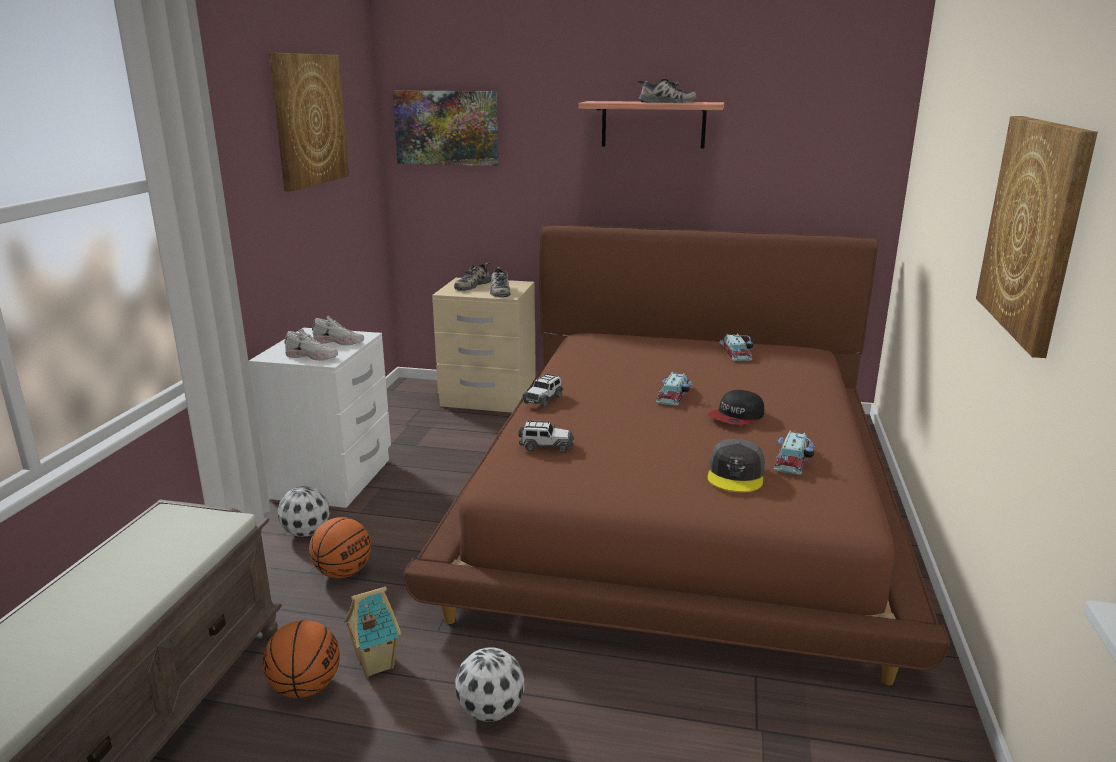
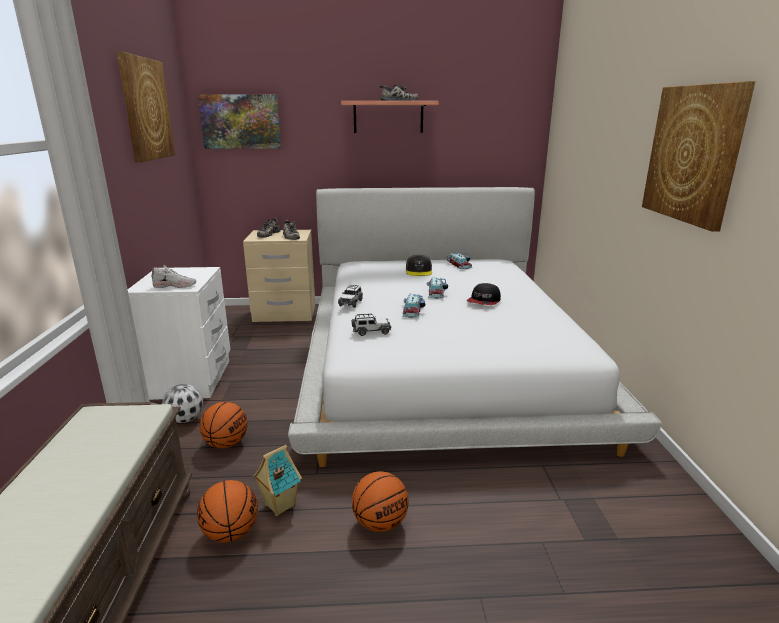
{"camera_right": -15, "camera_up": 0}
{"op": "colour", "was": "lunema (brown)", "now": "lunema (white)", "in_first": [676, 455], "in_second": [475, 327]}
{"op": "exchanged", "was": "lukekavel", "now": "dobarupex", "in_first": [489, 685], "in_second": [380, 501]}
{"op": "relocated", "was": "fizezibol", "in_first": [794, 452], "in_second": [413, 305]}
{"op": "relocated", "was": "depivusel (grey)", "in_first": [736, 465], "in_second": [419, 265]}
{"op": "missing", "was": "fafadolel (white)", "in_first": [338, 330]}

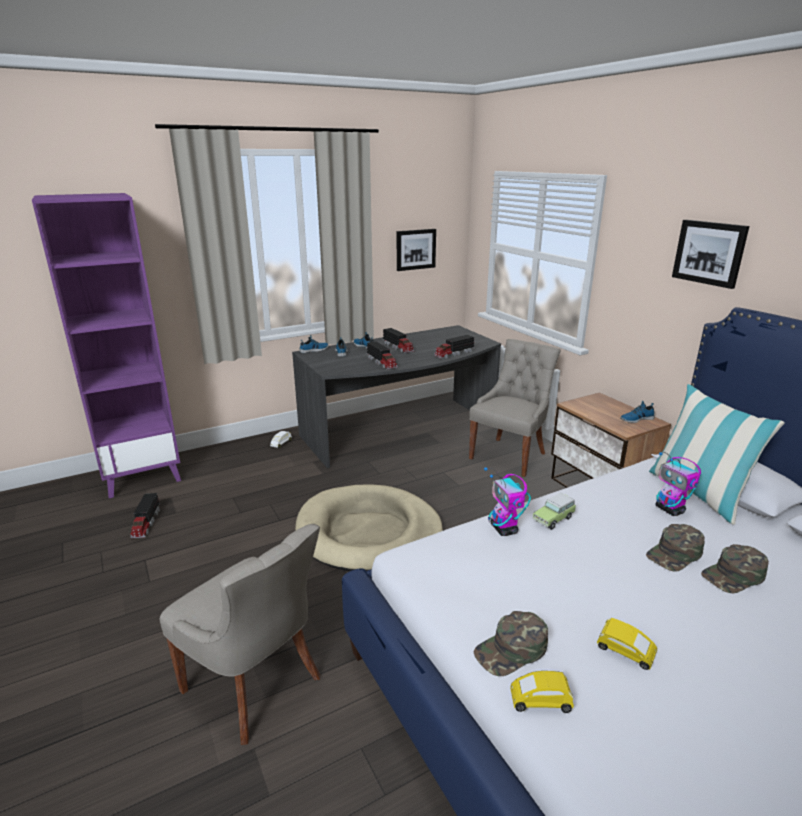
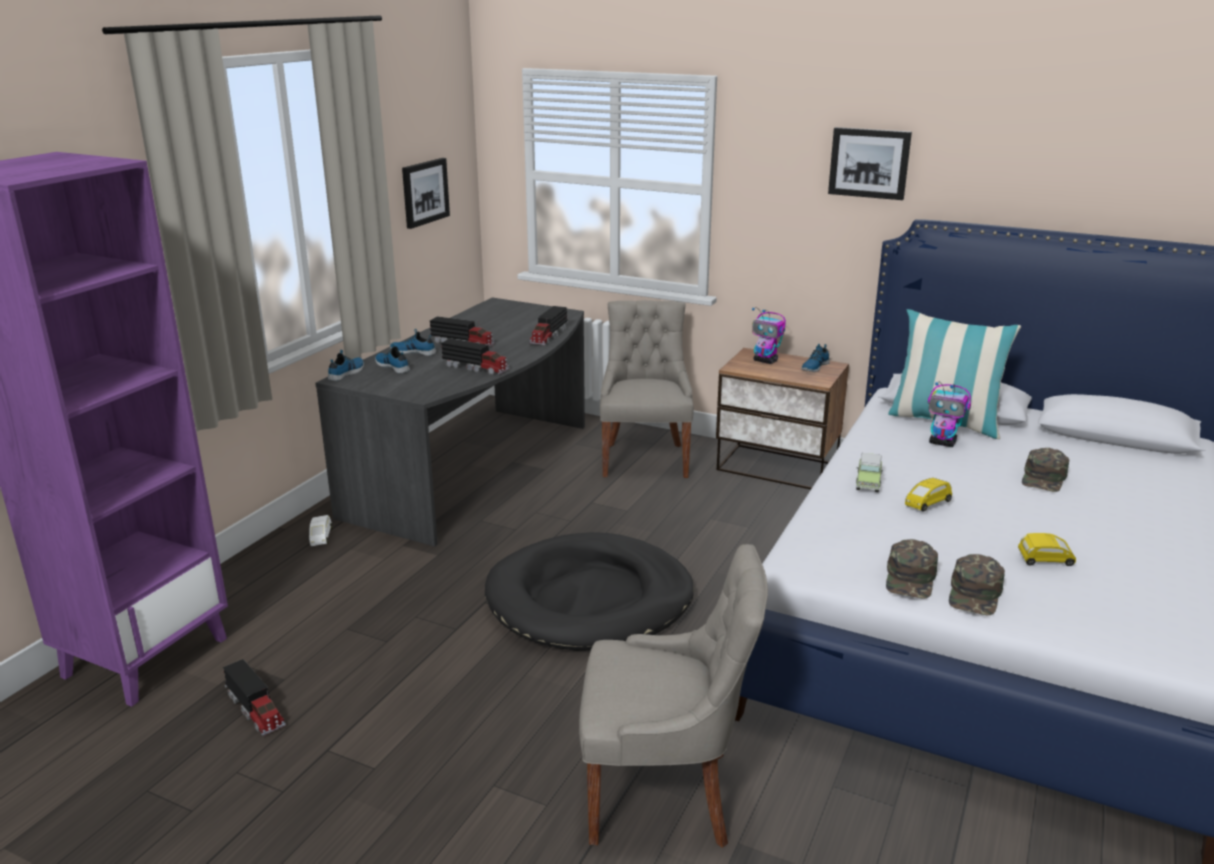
{"camera_right": -35, "camera_up": 0}
{"op": "colour", "was": "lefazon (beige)", "now": "lefazon (black)", "in_first": [369, 527], "in_second": [589, 591]}
{"op": "relocated", "was": "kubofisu", "in_first": [507, 501], "in_second": [769, 335]}
{"op": "relocated", "was": "depivusel (green)", "in_first": [675, 547], "in_second": [912, 569]}
{"op": "relocated", "was": "fizezibol (yellow)", "in_first": [542, 692], "in_second": [928, 495]}

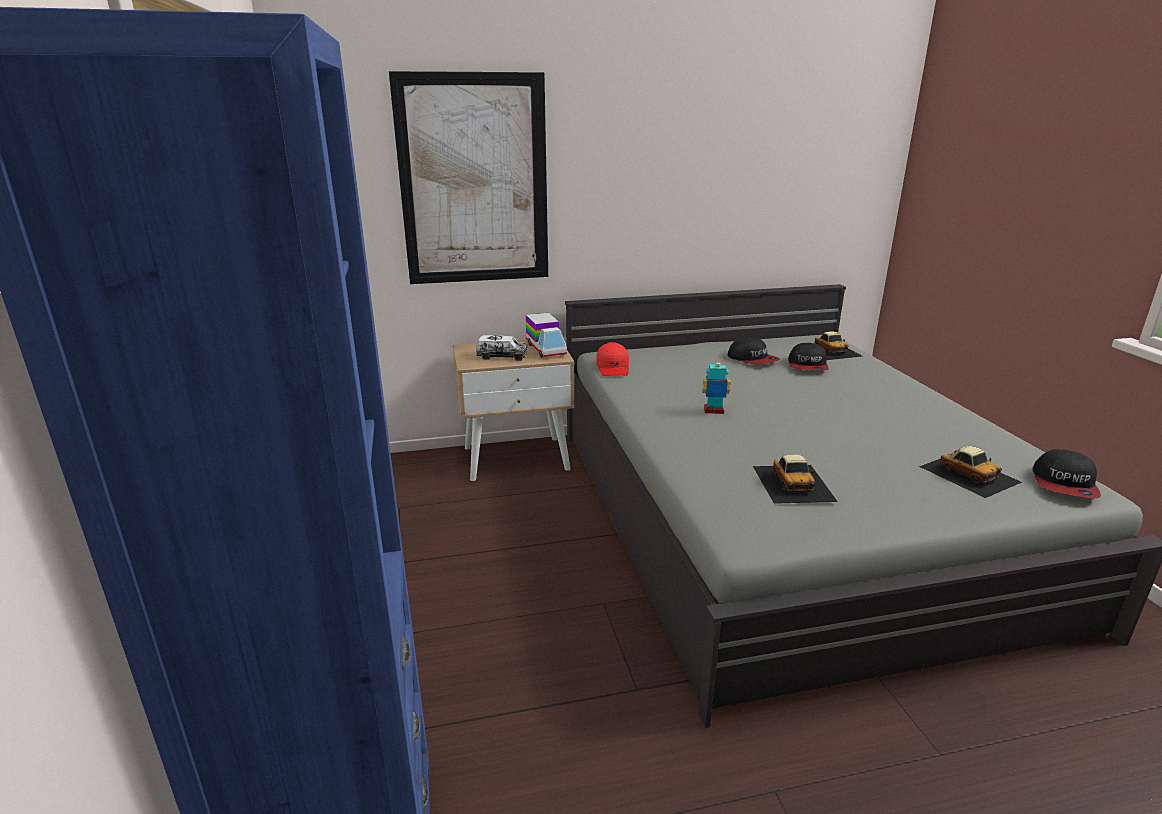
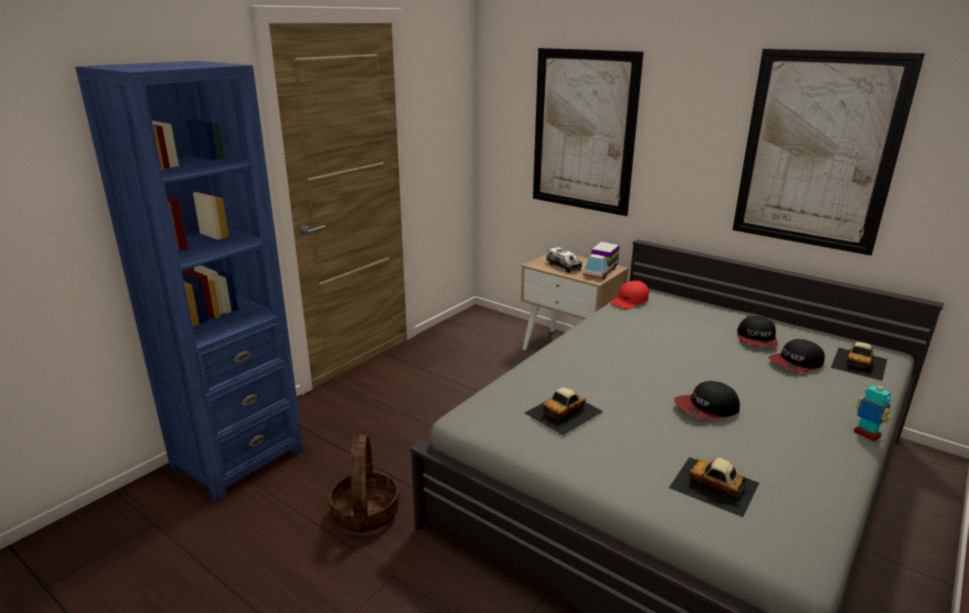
{"camera_right": 50, "camera_up": 0}
{"op": "appeared", "now": "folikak", "in_second": [364, 484]}
{"op": "spun", "was": "fizezibol", "in_first": [970, 472], "in_second": [714, 487], "clockwise": 105}
{"op": "relocated", "was": "depivusel", "in_first": [1067, 473], "in_second": [707, 400]}
{"op": "appeared", "now": "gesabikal", "in_second": [829, 152]}
{"op": "relocated", "was": "kubofisu", "in_first": [716, 385], "in_second": [872, 411]}

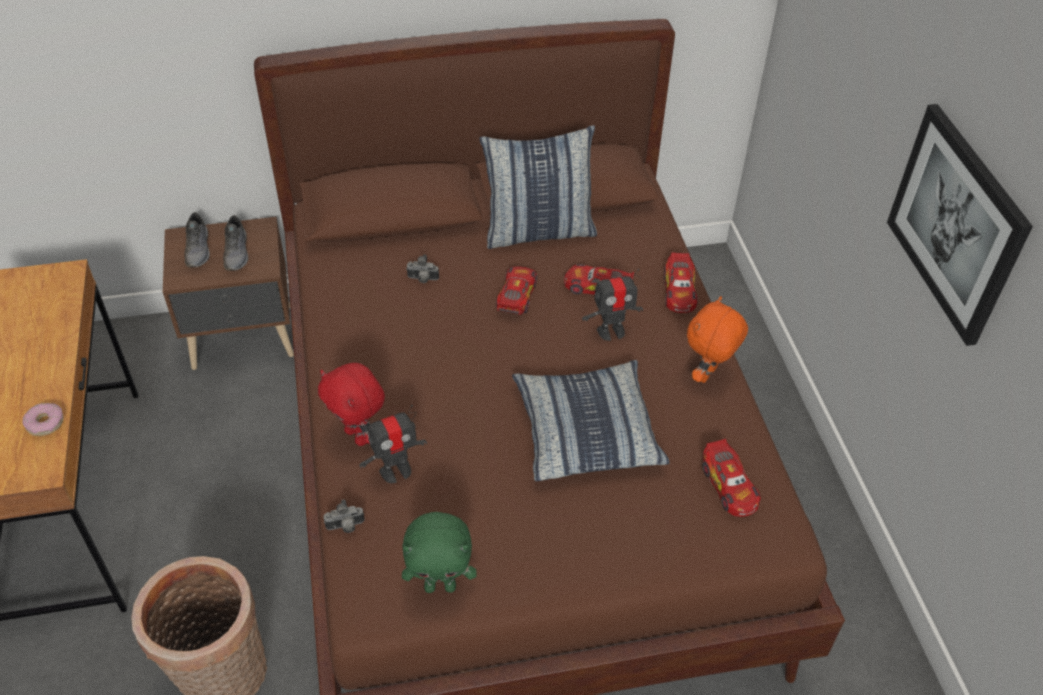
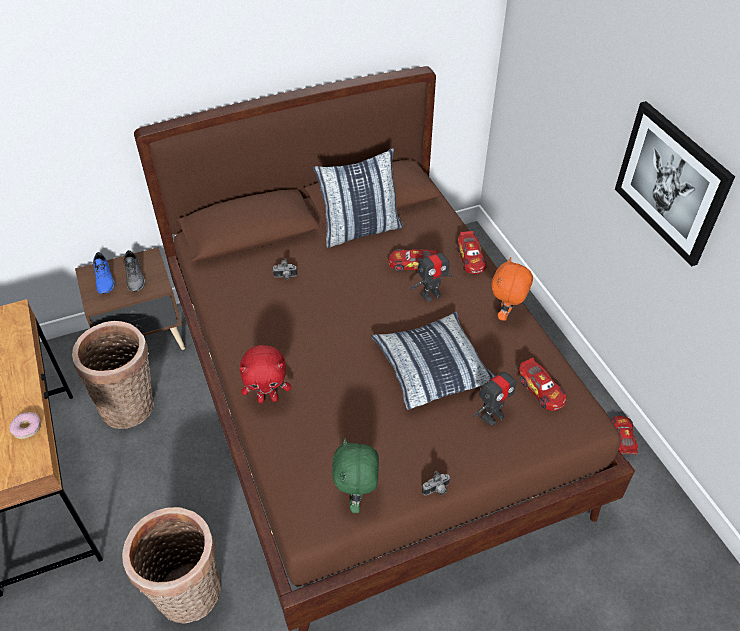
{"camera_right": -10, "camera_up": 0}
{"op": "appeared", "now": "folikak", "in_second": [113, 375]}
{"op": "colour", "was": "fafadolel (grey)", "now": "fafadolel (blue)", "in_first": [197, 240], "in_second": [104, 273]}
{"op": "spun", "was": "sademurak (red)", "in_first": [351, 404], "in_second": [265, 374], "clockwise": -45}
{"op": "spun", "was": "sademurak (green)", "in_first": [439, 552], "in_second": [355, 475], "clockwise": 105}
{"op": "relocated", "was": "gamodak", "in_first": [344, 516], "in_second": [436, 482]}
{"op": "relocated", "was": "kubofisu", "in_first": [393, 444], "in_second": [495, 395]}
{"op": "relocated", "was": "fizezibol", "in_first": [516, 290], "in_second": [624, 435]}

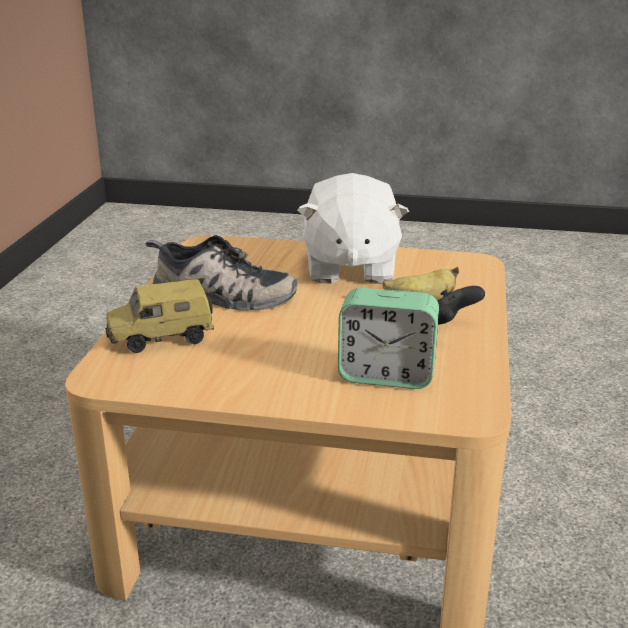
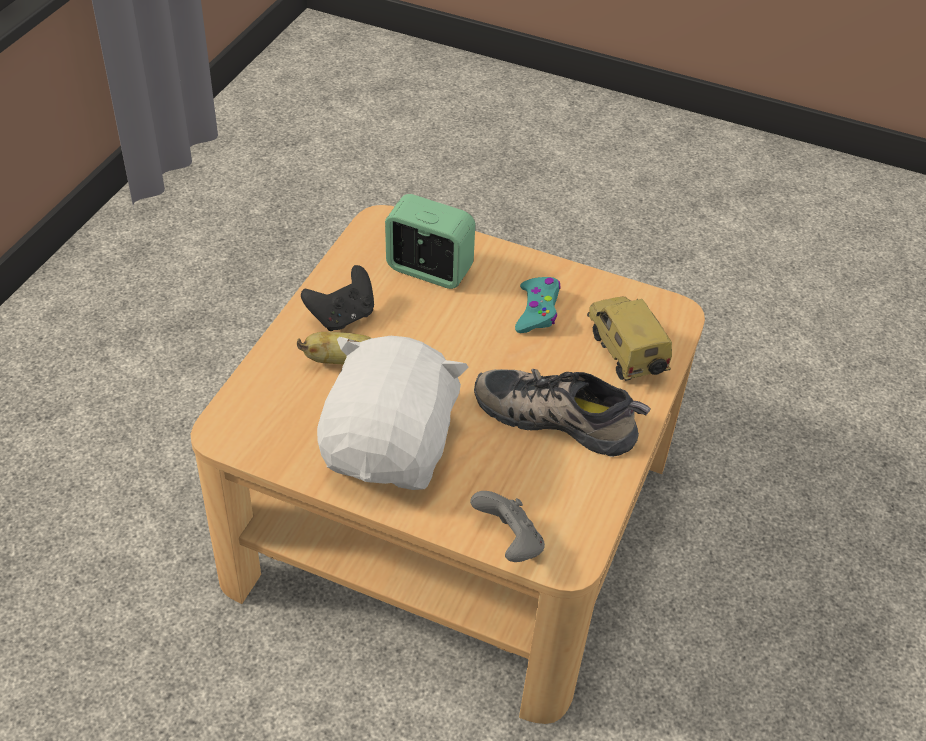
{"camera_right": -170, "camera_up": 20}
{"op": "appeared", "now": "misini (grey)", "in_second": [507, 526]}
{"op": "appeared", "now": "misini (turquoise)", "in_second": [538, 305]}
{"op": "spun", "was": "fizezibol", "in_first": [159, 316], "in_second": [629, 339], "clockwise": -105}

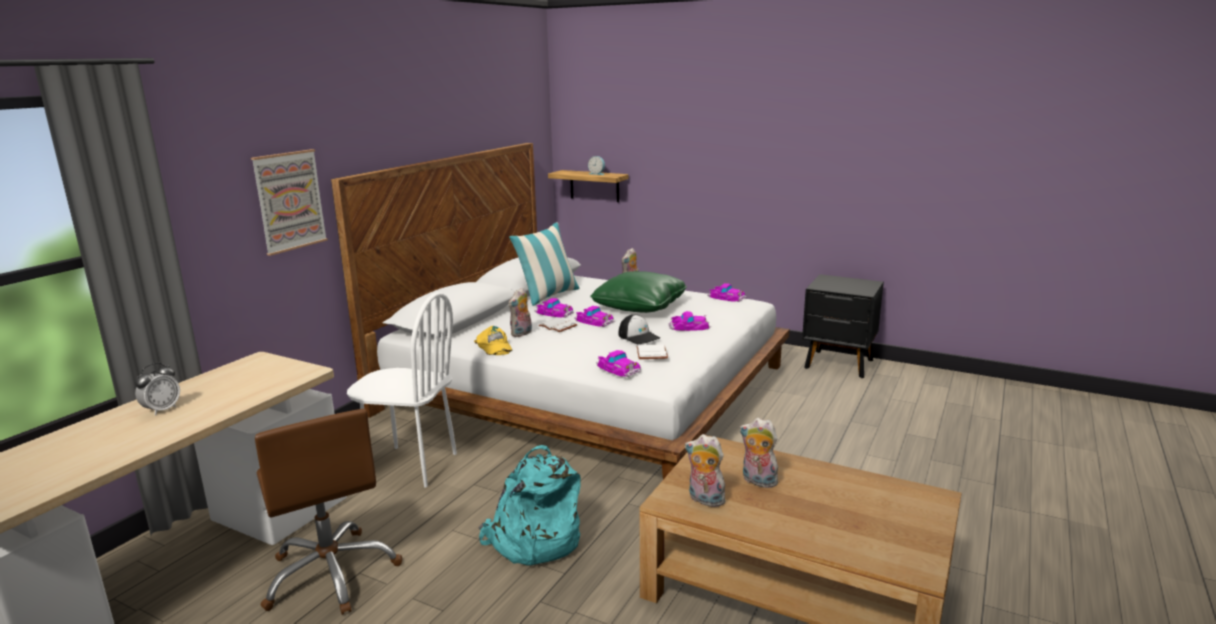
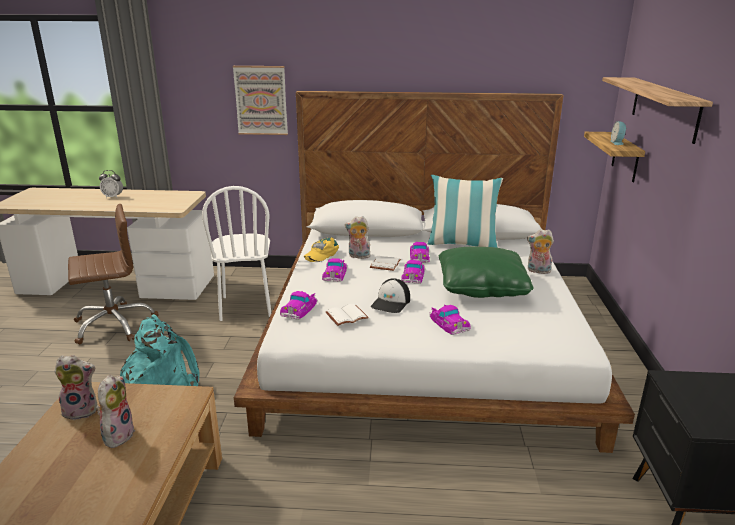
{"camera_right": 65, "camera_up": 5}
{"op": "spun", "was": "sademurak", "in_first": [706, 470], "in_second": [75, 387], "clockwise": 75}
{"op": "spun", "was": "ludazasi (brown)", "in_first": [328, 512], "in_second": [113, 274], "clockwise": -150}
{"op": "relocated", "was": "fizezibol", "in_first": [726, 292], "in_second": [334, 270]}
{"op": "appeared", "now": "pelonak", "in_second": [657, 110]}

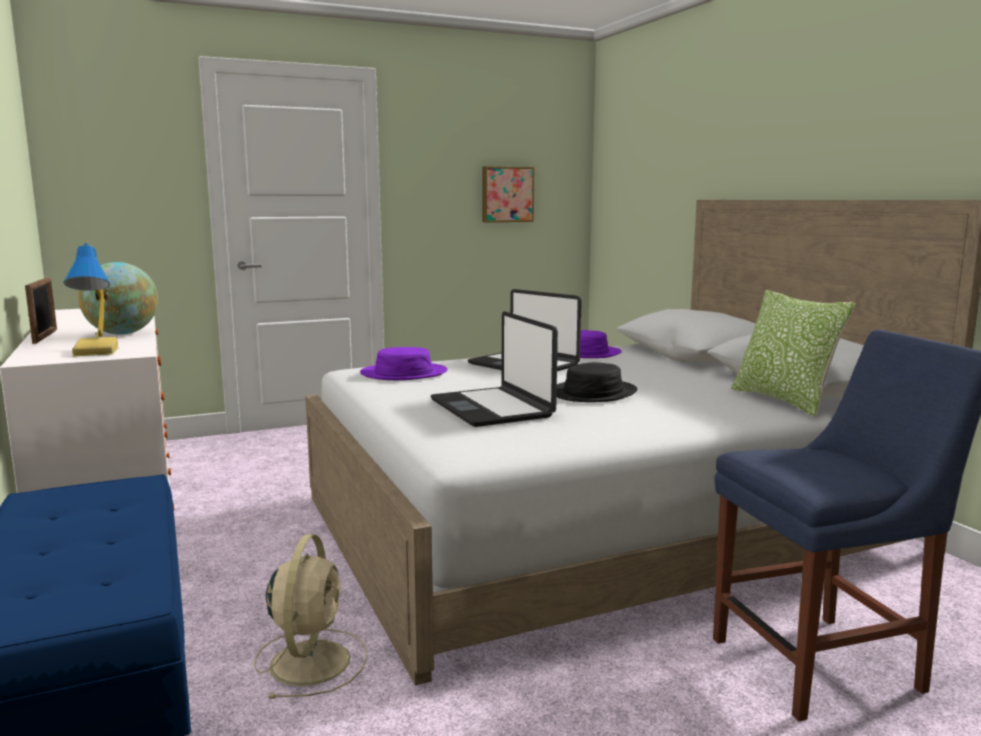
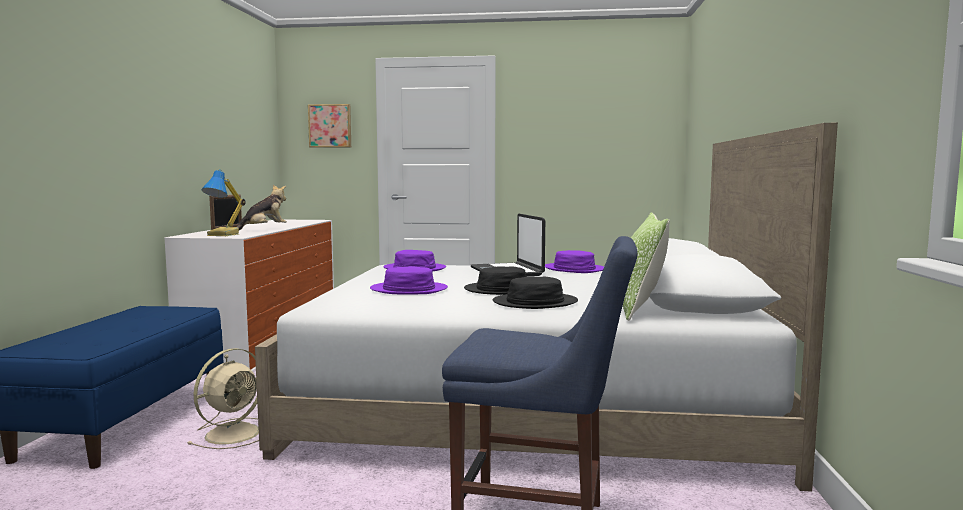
{"camera_right": 30, "camera_up": -5}
{"op": "exchanged", "was": "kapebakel", "now": "sademurak", "in_first": [118, 298], "in_second": [262, 207]}
{"op": "relocated", "was": "gesabikal", "in_first": [508, 194], "in_second": [329, 126]}
{"op": "exchanged", "was": "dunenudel", "now": "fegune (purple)", "in_first": [494, 369], "in_second": [409, 280]}
{"op": "appeared", "now": "fegune (black)", "in_second": [535, 293]}

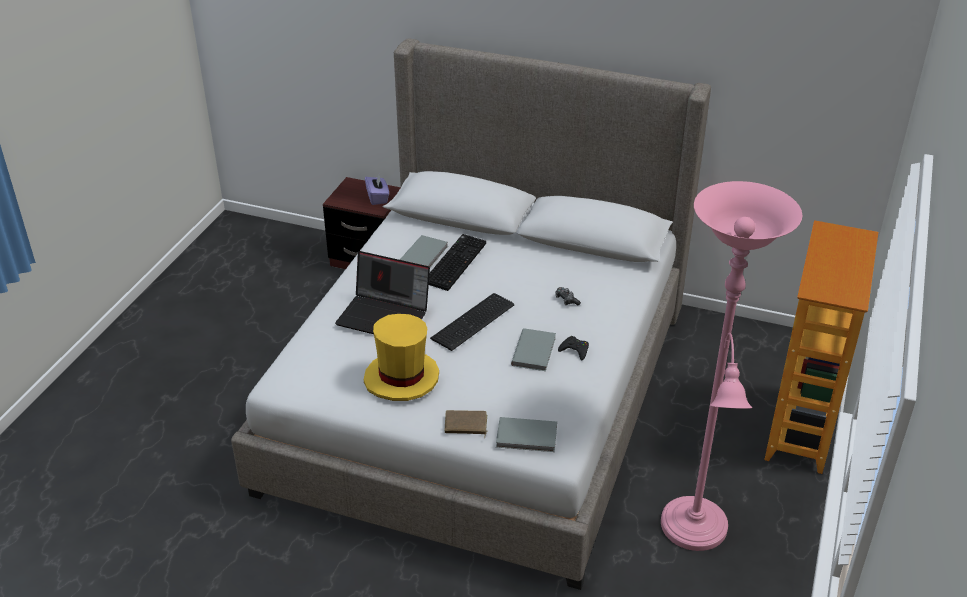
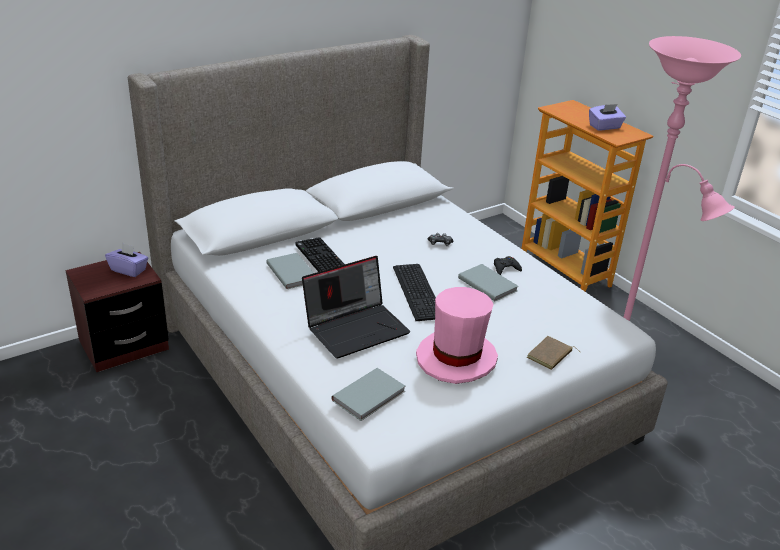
{"camera_right": -55, "camera_up": -5}
{"op": "relocated", "was": "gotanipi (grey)", "in_first": [526, 434], "in_second": [368, 394]}
{"op": "colour", "was": "fegune (yellow)", "now": "fegune (pink)", "in_first": [401, 357], "in_second": [457, 335]}
{"op": "appeared", "now": "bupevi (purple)", "in_second": [607, 117]}

